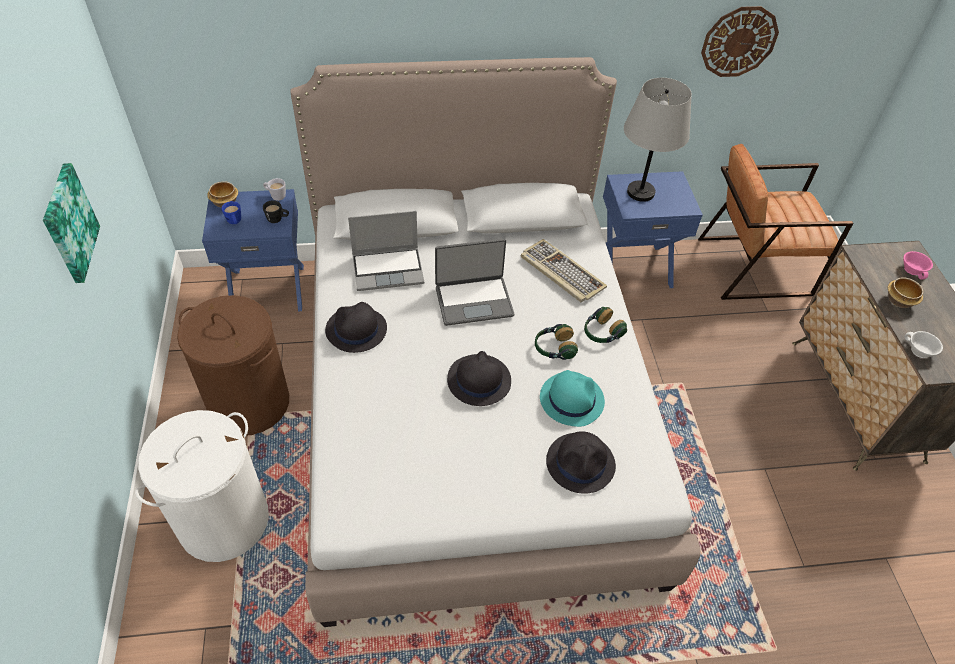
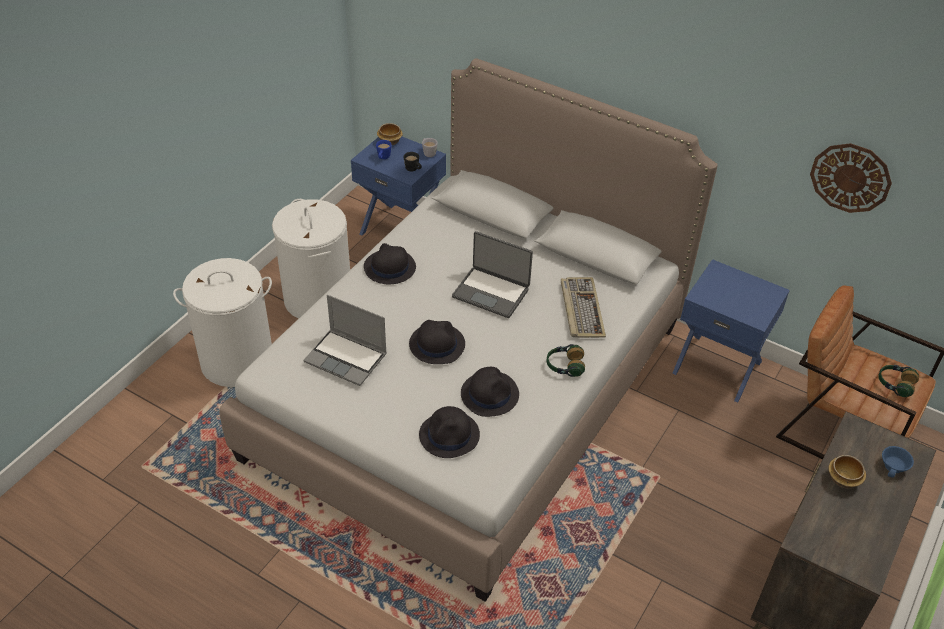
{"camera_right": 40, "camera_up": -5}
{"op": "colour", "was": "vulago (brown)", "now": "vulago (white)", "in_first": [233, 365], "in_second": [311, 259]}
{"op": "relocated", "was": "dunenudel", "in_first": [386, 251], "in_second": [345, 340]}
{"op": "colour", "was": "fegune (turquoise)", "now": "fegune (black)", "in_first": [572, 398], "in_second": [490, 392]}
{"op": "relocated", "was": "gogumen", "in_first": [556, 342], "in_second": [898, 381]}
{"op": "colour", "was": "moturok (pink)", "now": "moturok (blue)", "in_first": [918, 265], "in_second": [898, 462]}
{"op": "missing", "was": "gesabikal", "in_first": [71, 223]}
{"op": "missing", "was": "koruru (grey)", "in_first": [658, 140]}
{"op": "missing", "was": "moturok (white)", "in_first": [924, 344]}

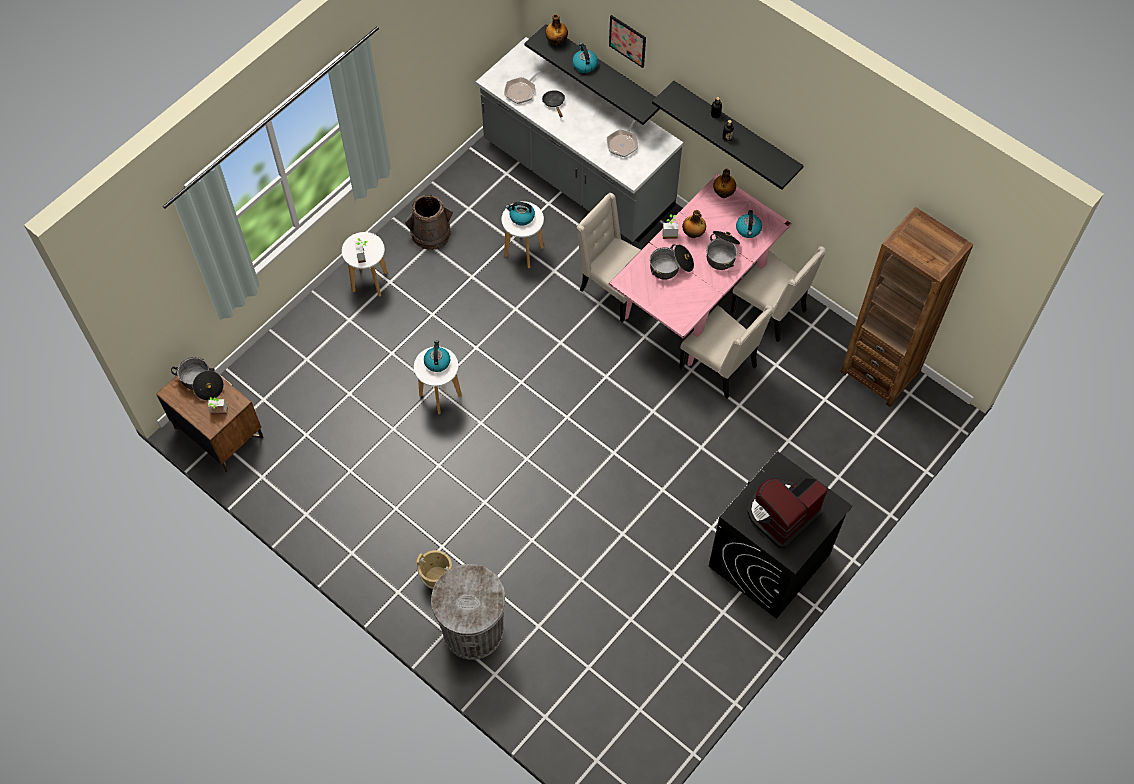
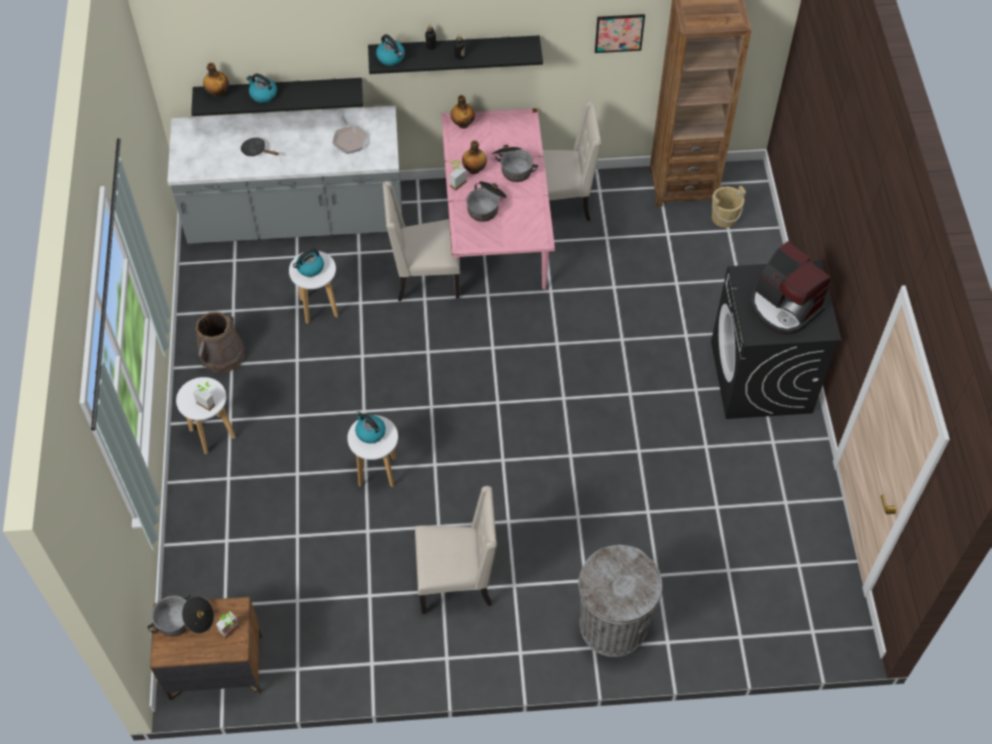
{"camera_right": -45, "camera_up": -5}
{"op": "relocated", "was": "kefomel", "in_first": [749, 224], "in_second": [390, 50]}
{"op": "relocated", "was": "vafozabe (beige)", "in_first": [726, 351], "in_second": [456, 550]}
{"op": "relocated", "was": "gesabikal", "in_first": [627, 41], "in_second": [620, 33]}
{"op": "relocated", "was": "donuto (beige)", "in_first": [434, 569], "in_second": [729, 206]}
{"op": "spun", "was": "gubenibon", "in_first": [787, 512], "in_second": [790, 288], "clockwise": -45}
{"op": "missing", "was": "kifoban", "in_first": [523, 86]}

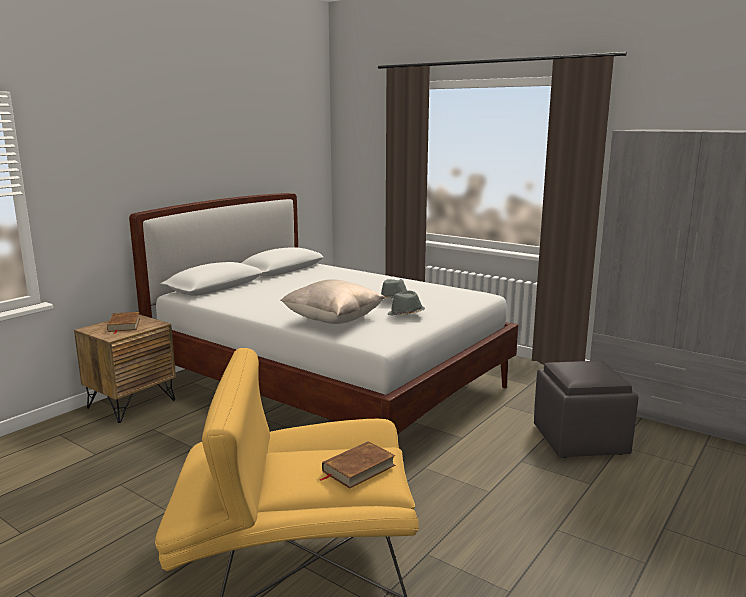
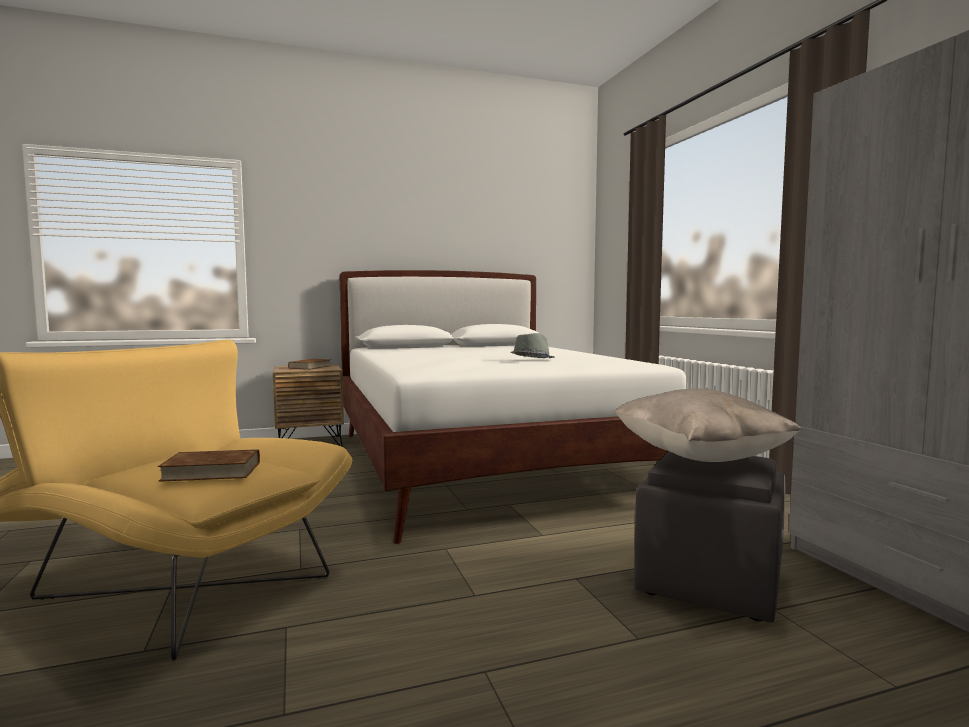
{"camera_right": 35, "camera_up": -10}
{"op": "relocated", "was": "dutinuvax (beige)", "in_first": [332, 301], "in_second": [708, 425]}
{"op": "missing", "was": "fegune (grey)", "in_first": [406, 303]}

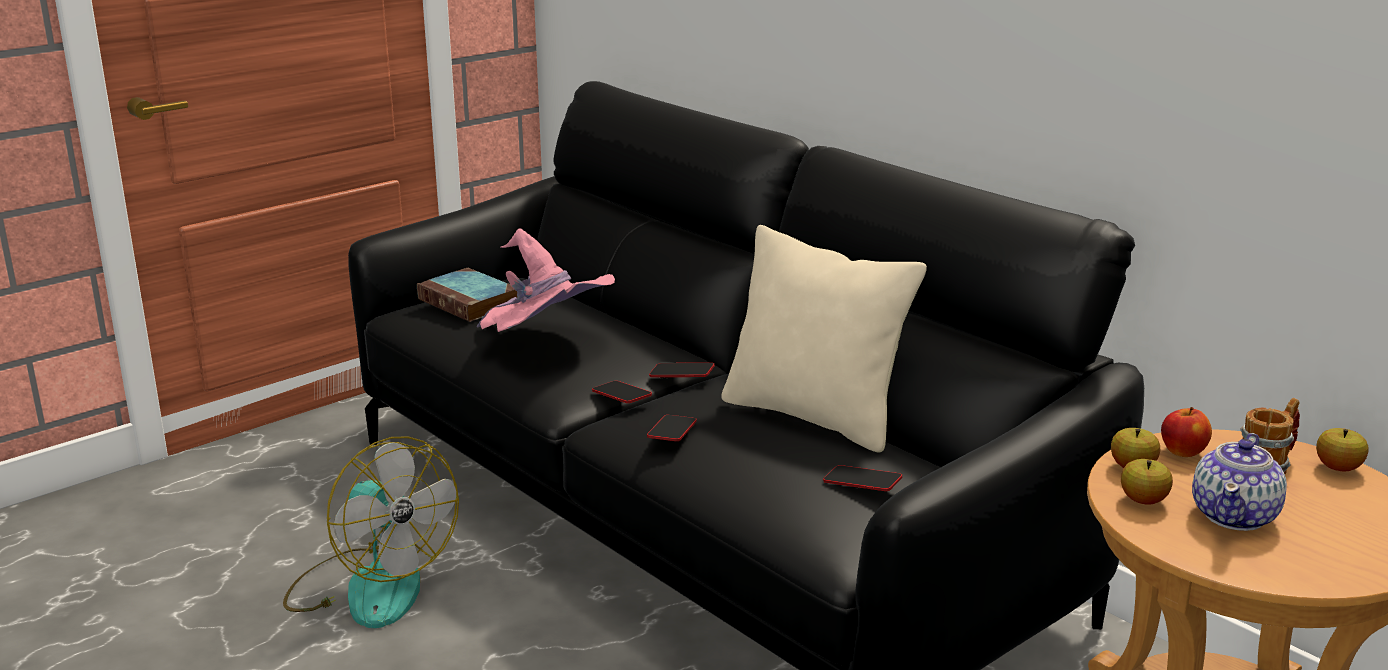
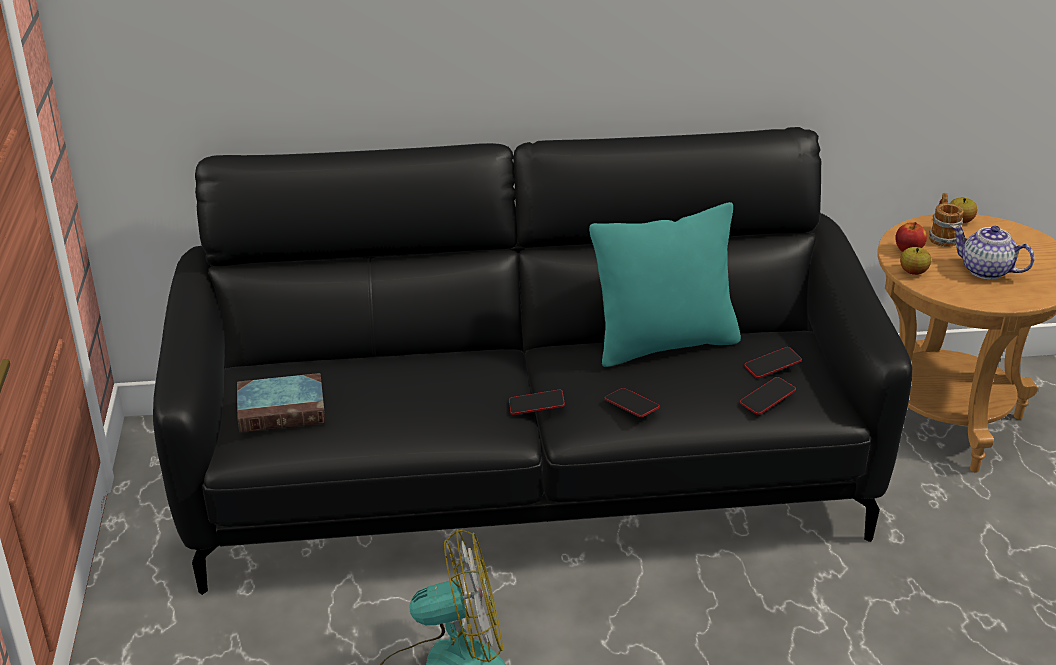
{"camera_right": -55, "camera_up": 10}
{"op": "colour", "was": "dutinuvax (beige)", "now": "dutinuvax (turquoise)", "in_first": [824, 338], "in_second": [665, 284]}
{"op": "relocated", "was": "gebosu", "in_first": [682, 370], "in_second": [768, 396]}
{"op": "spun", "was": "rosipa", "in_first": [1239, 482], "in_second": [993, 252], "clockwise": 150}
{"op": "missing", "was": "fegune (pink)", "in_first": [546, 280]}
{"op": "missing", "was": "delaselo", "in_first": [1147, 482]}

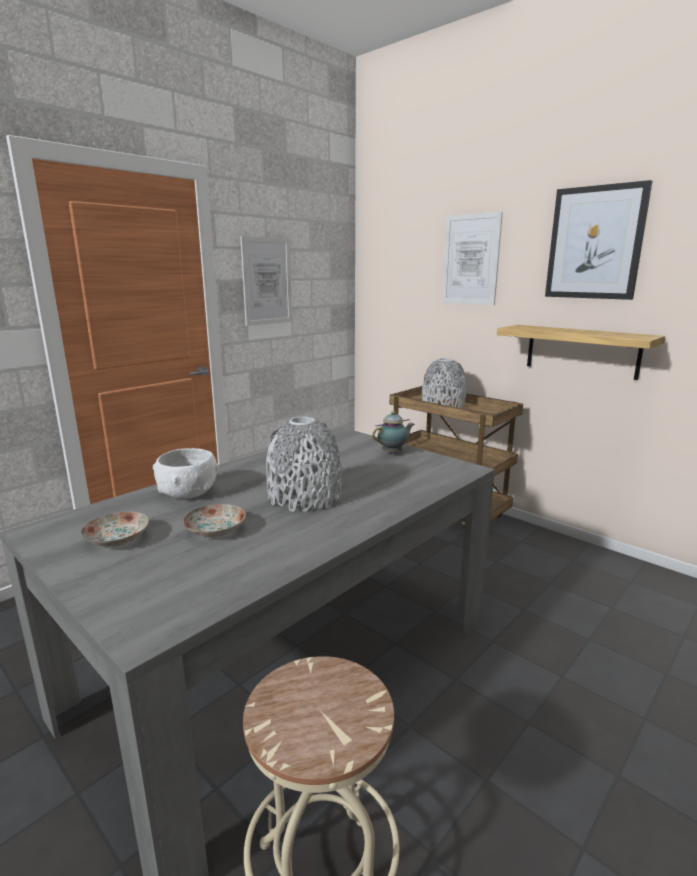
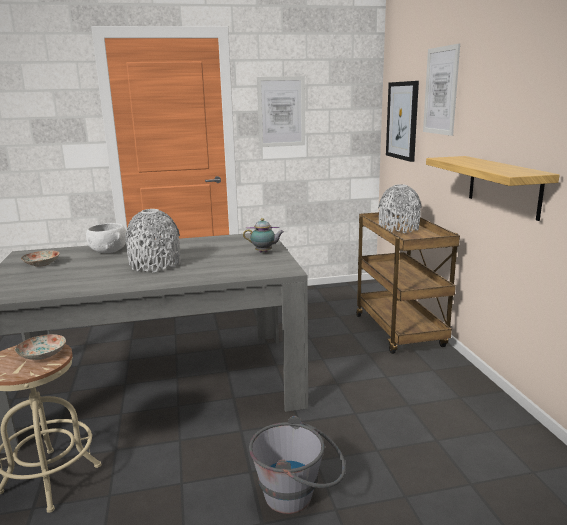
{"camera_right": 35, "camera_up": 0}
{"op": "relocated", "was": "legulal", "in_first": [214, 520], "in_second": [40, 347]}
{"op": "appeared", "now": "donuto (grey)", "in_second": [297, 465]}
{"op": "relocated", "was": "gesabikal", "in_first": [598, 240], "in_second": [402, 121]}

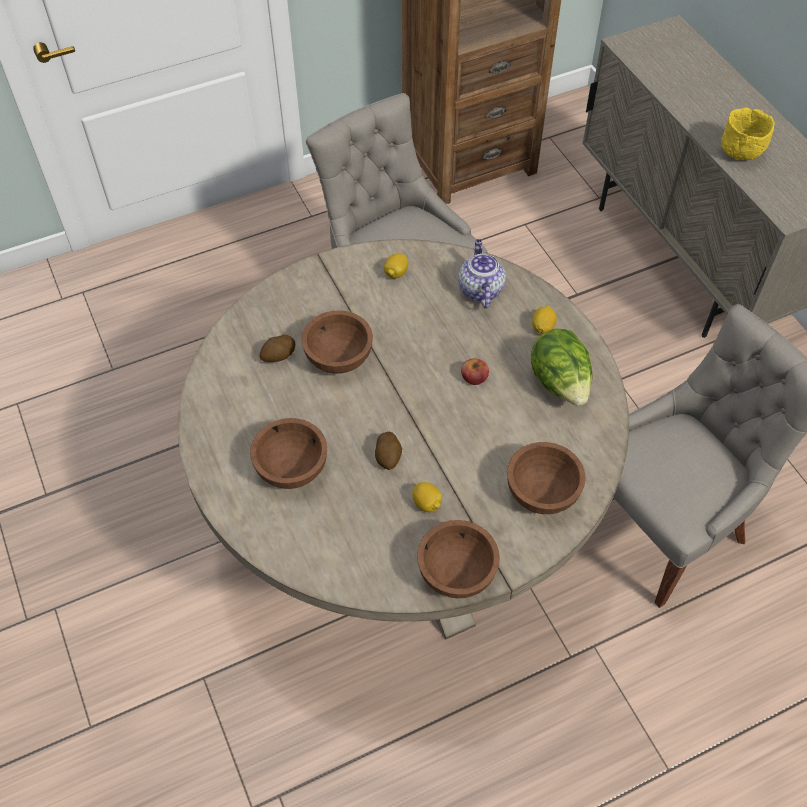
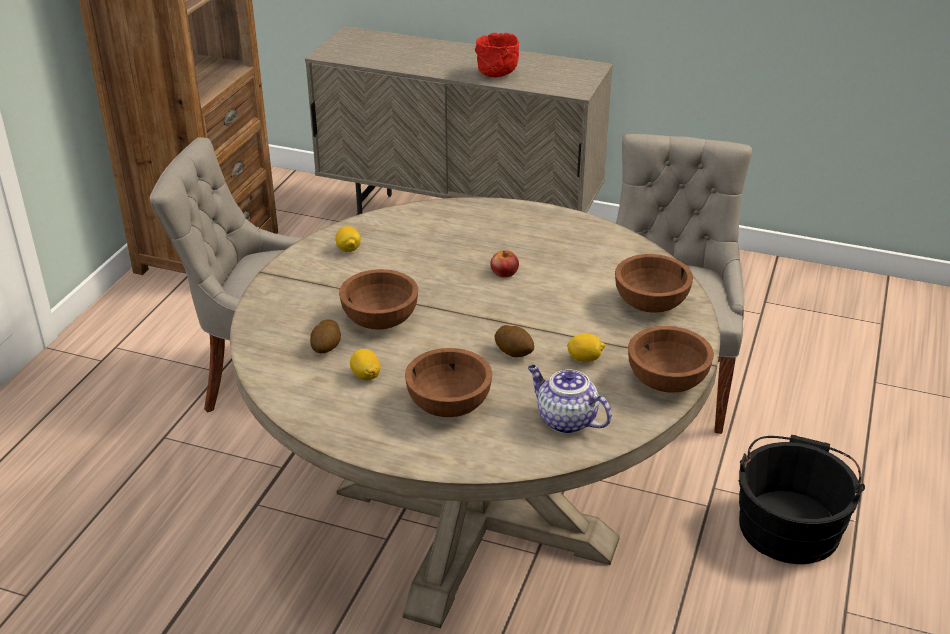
{"camera_right": -45, "camera_up": -20}
{"op": "relocated", "was": "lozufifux", "in_first": [544, 320], "in_second": [365, 365]}
{"op": "colour", "was": "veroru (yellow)", "now": "veroru (red)", "in_first": [748, 134], "in_second": [497, 55]}
{"op": "relocated", "was": "rosipa", "in_first": [482, 273], "in_second": [570, 399]}
{"op": "appeared", "now": "donuto (black)", "in_second": [802, 499]}
{"op": "missing", "was": "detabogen", "in_first": [561, 367]}

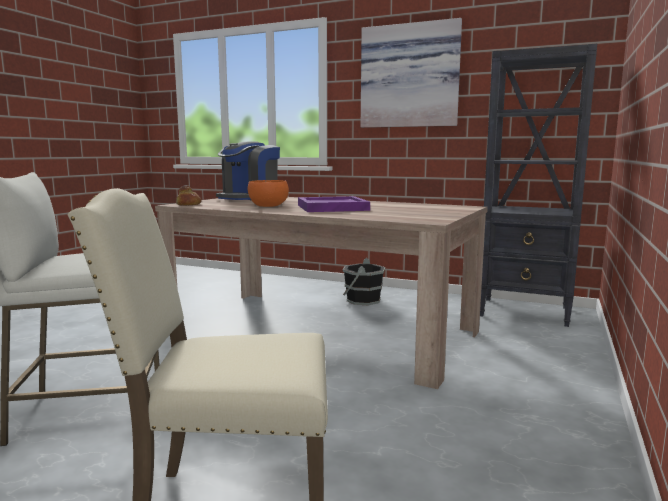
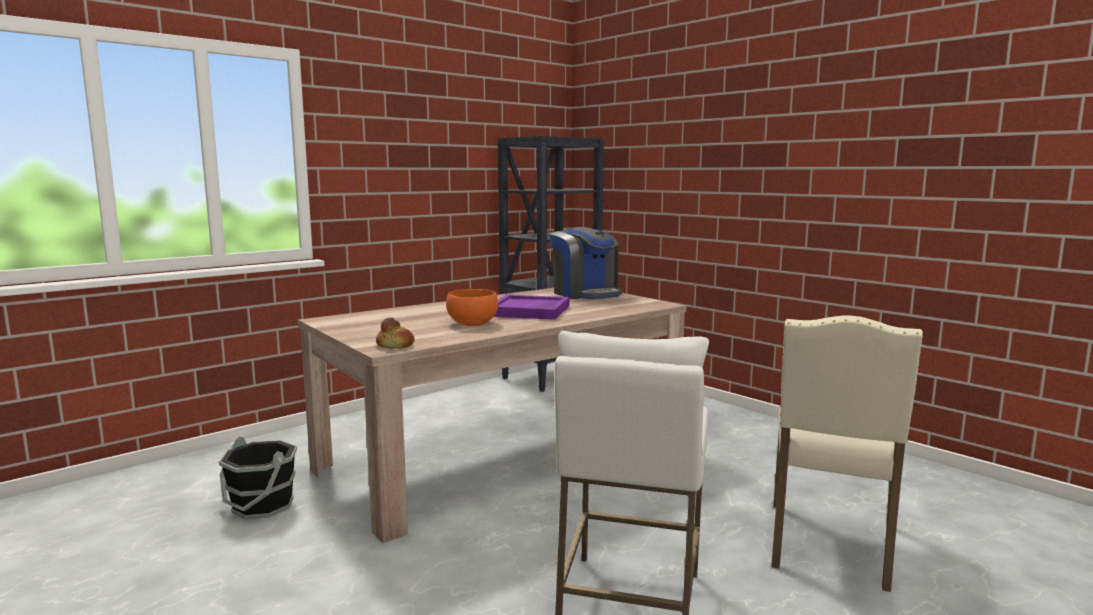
{"camera_right": -65, "camera_up": 0}
{"op": "relocated", "was": "donuto (black)", "in_first": [364, 282], "in_second": [258, 477]}
{"op": "relocated", "was": "gubenibon", "in_first": [248, 171], "in_second": [585, 263]}
{"op": "missing", "was": "gesabikal", "in_first": [411, 73]}

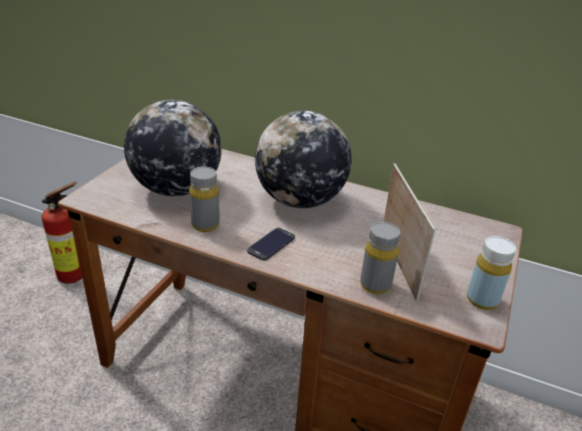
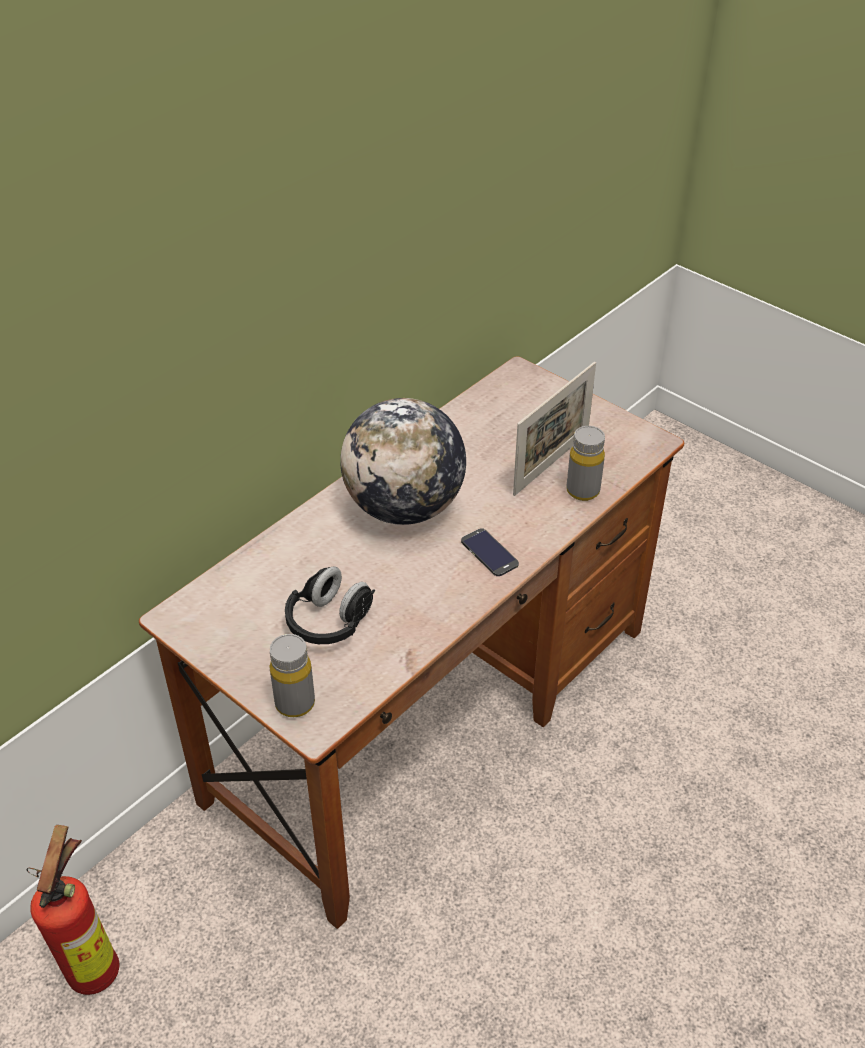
{"camera_right": -70, "camera_up": 10}
{"op": "relocated", "was": "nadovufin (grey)", "in_first": [204, 199], "in_second": [292, 675]}
{"op": "exchanged", "was": "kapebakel", "now": "gogumen (black)", "in_first": [173, 148], "in_second": [330, 605]}
{"op": "spun", "was": "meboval", "in_first": [409, 232], "in_second": [554, 429], "clockwise": 120}
{"op": "missing", "was": "nadovufin (yellow)", "in_first": [491, 273]}

